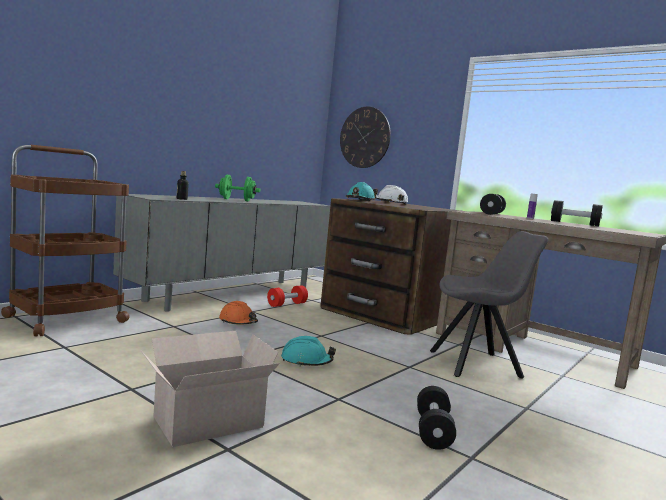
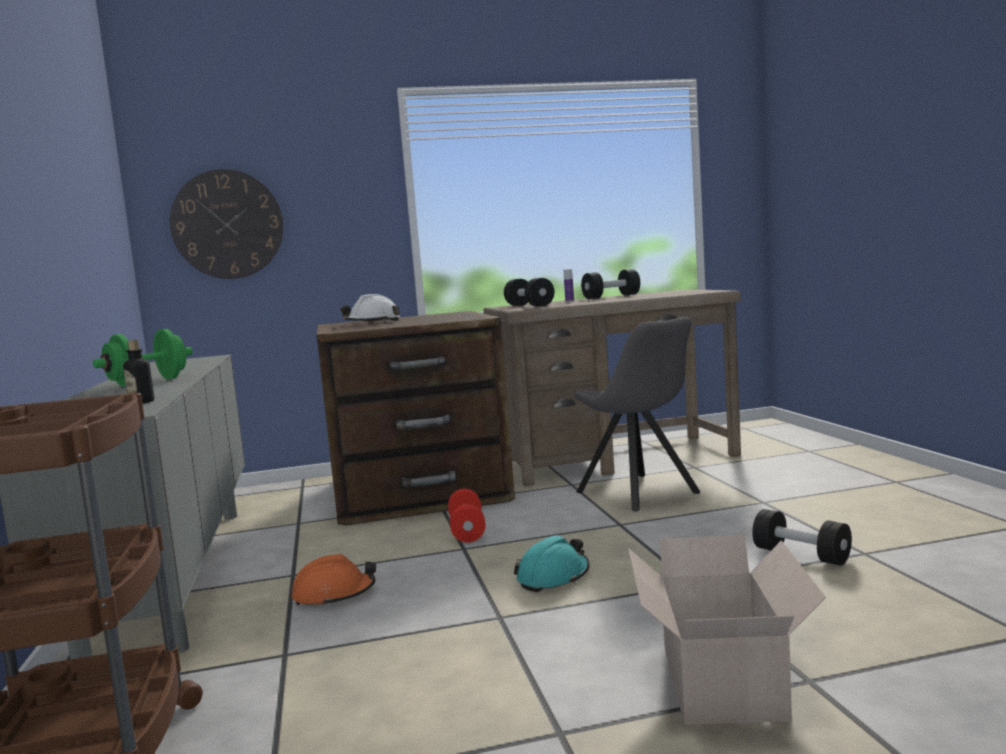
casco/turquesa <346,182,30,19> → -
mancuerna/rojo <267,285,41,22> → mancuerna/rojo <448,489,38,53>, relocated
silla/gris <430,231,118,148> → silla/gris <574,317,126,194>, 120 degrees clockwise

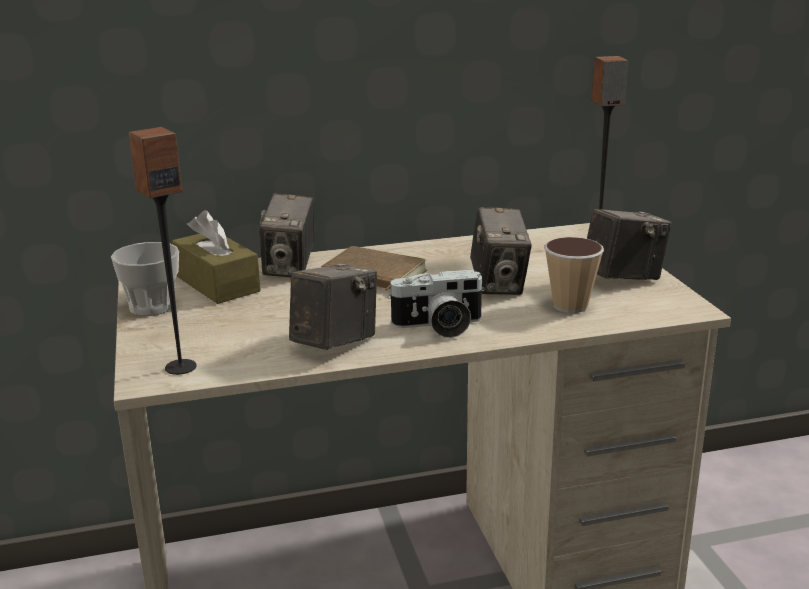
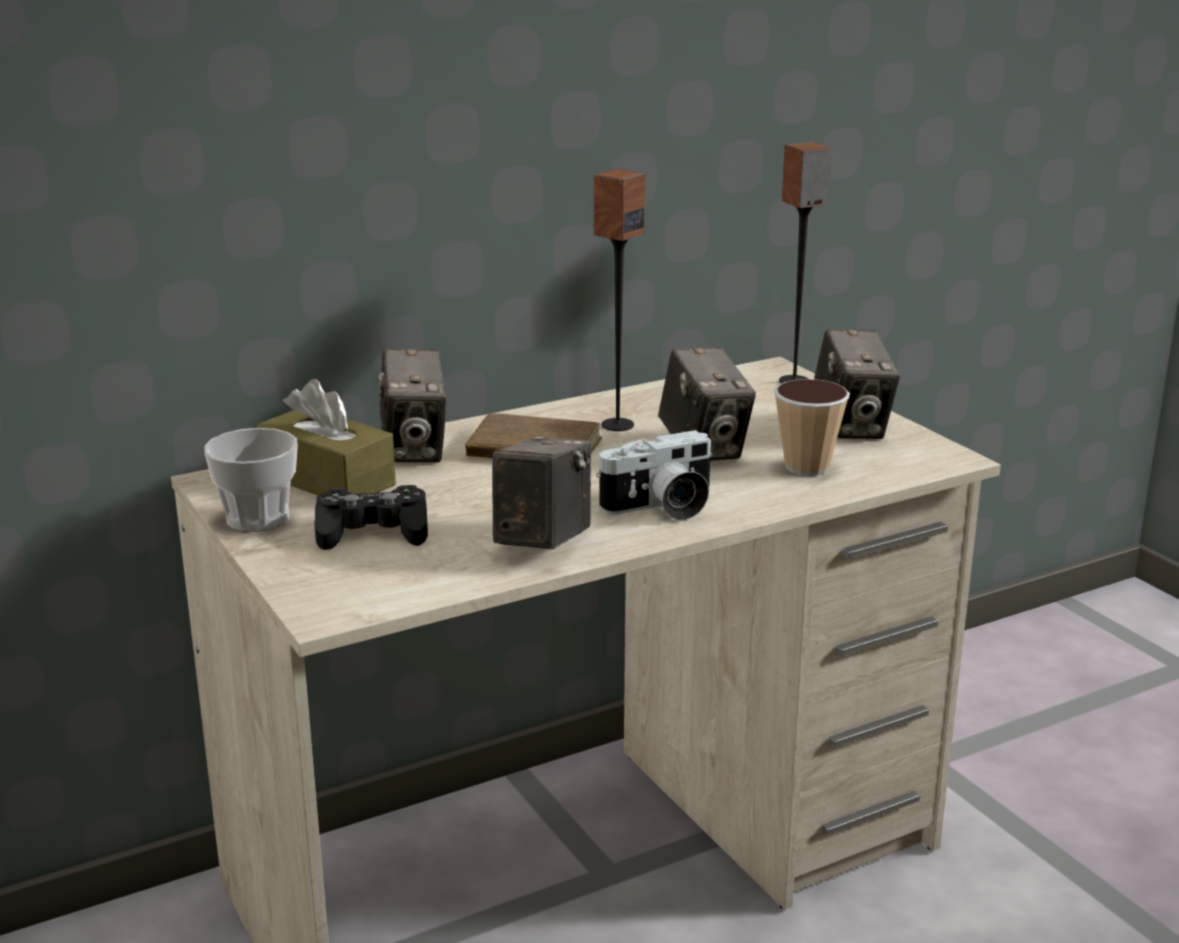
- → mando de consola/negro <314,485,114,65>
altavoz <129,127,68,248> → altavoz <593,169,52,262>, relocated
cámara <587,208,85,72> → cámara <814,329,86,110>, 120 degrees clockwise

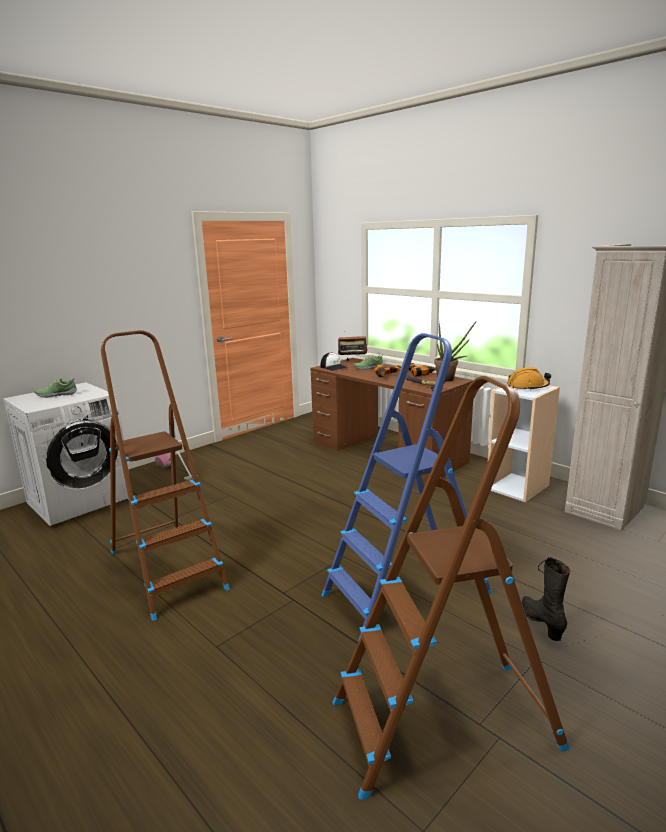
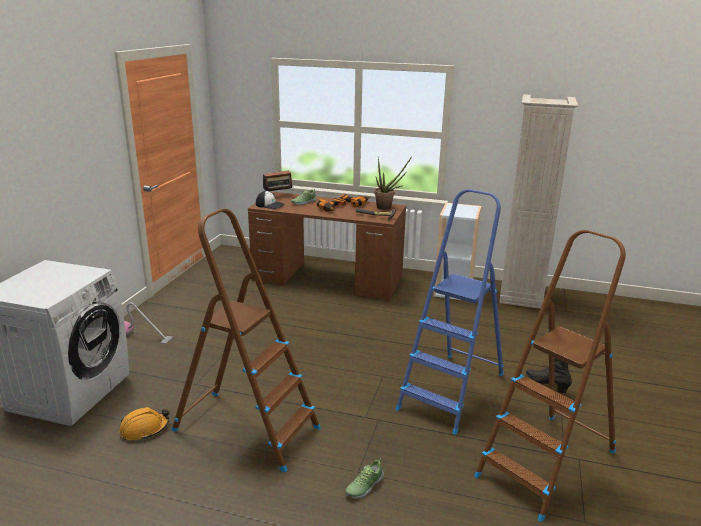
zapato <34,378,43,20> → zapato <345,458,39,41>, relocated
casco/naranja <507,367,44,23> → casco/naranja <119,407,51,33>, relocated

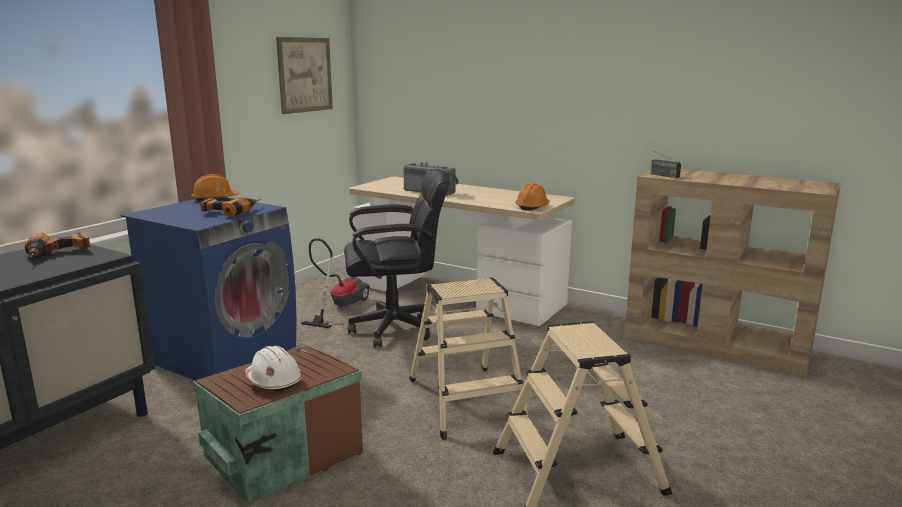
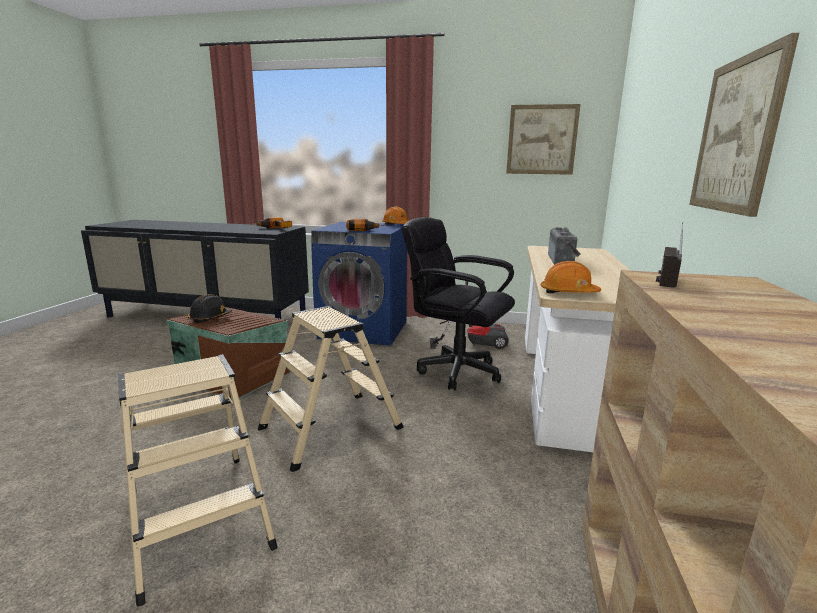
- → cuadro <689,33,110,184>
casco/blanco <245,346,57,46> → casco/negro <188,294,44,29>
silla de oficina/negro <344,169,106,178> → silla de oficina/negro <402,217,113,173>, 150 degrees clockwise

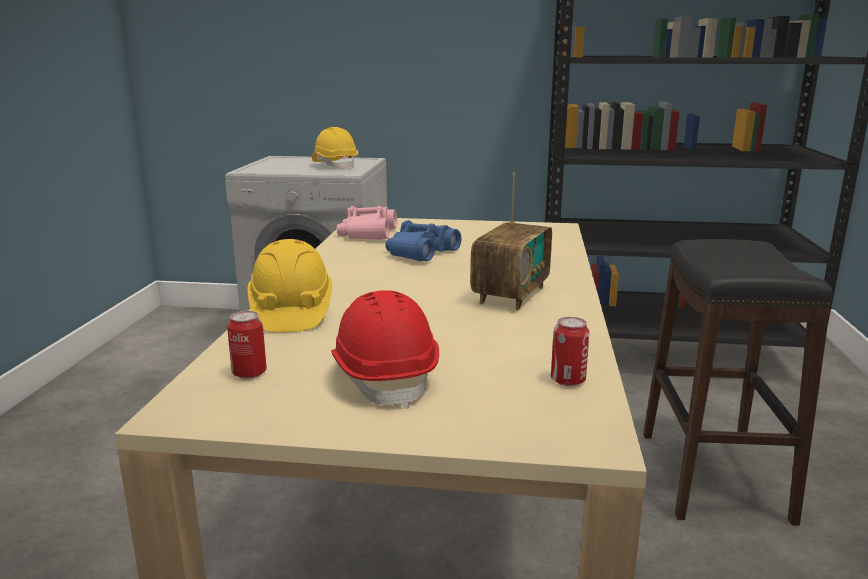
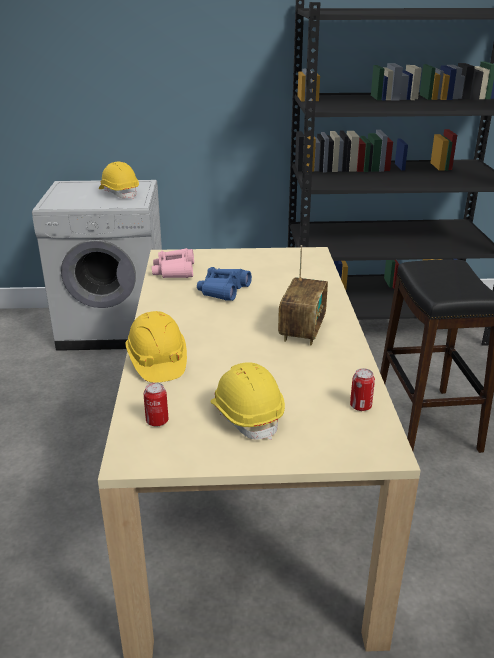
casco/rojo <331,290,108,119> → casco/amarillo <211,362,74,78>

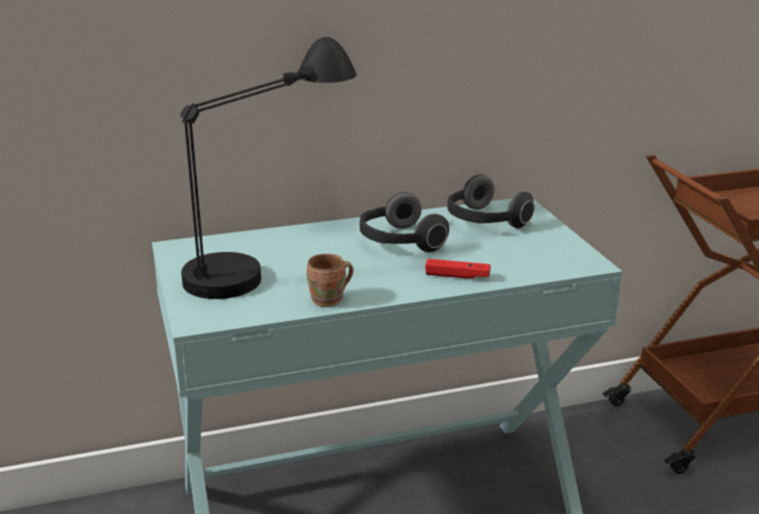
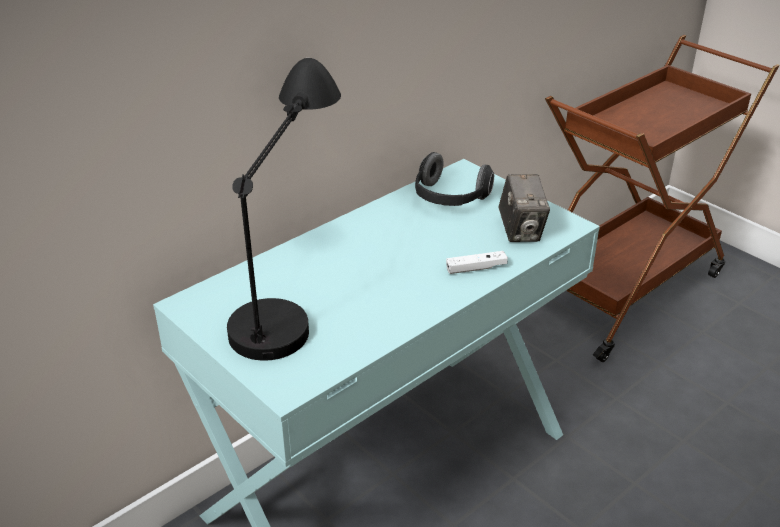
taza grande/marrón <307,254,46,53> → -
auriculares <360,192,89,60> → -
- → cámara <499,174,51,68>
mando de consola/rojo <425,259,66,20> → mando de consola/blanco <446,251,62,23>

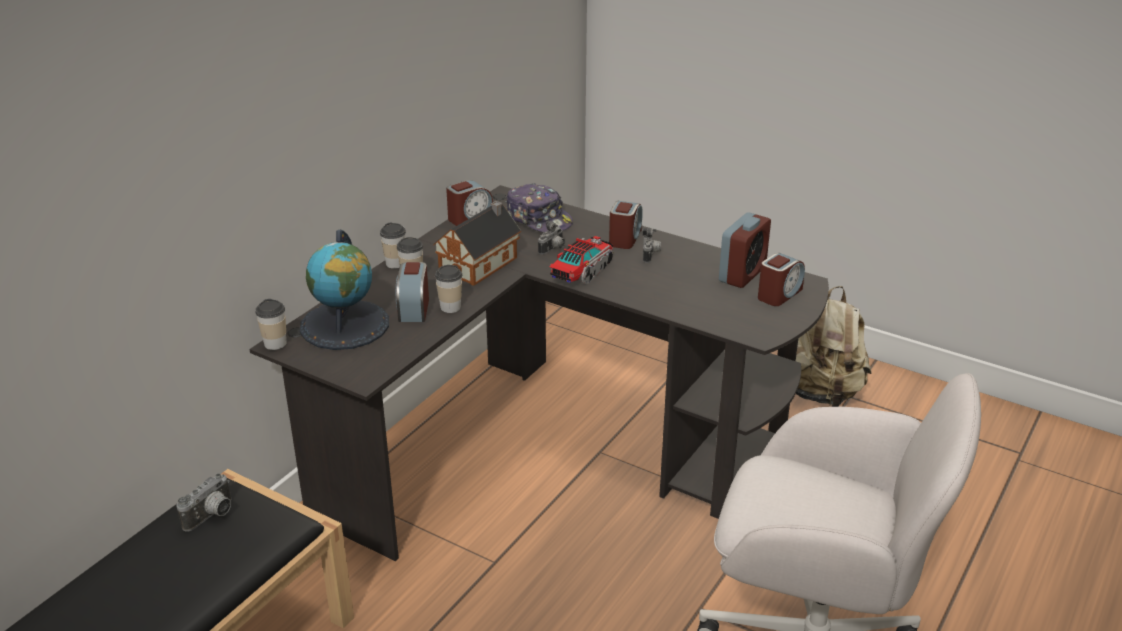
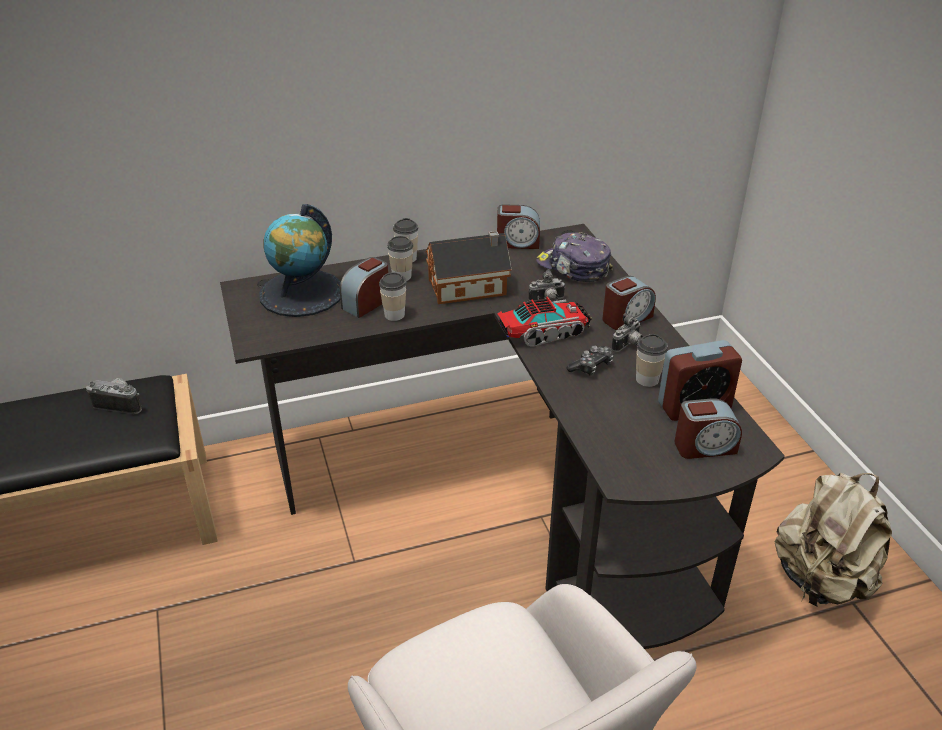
- → mando de consola <566,346,48,30>
taza <255,299,32,51> → taza <636,334,32,53>, relocated
cámara <176,473,56,59> → cámara <86,378,56,36>, 150 degrees counterclockwise
gorra <505,183,68,49> → gorra <536,232,77,50>, 135 degrees clockwise

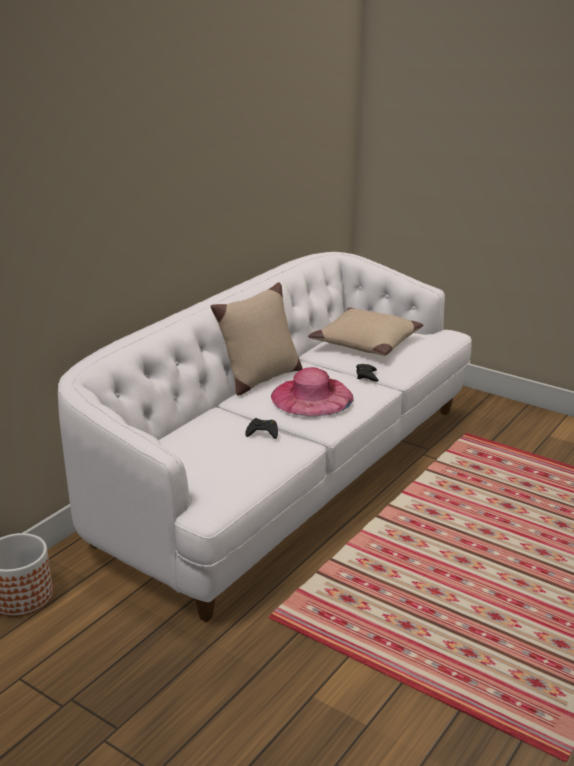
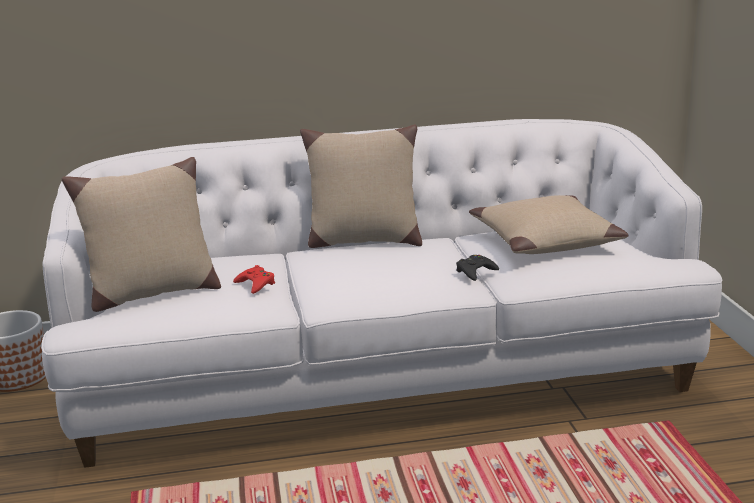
sombrero/rosa <271,367,83,50> → -
- → cojín/beis <62,157,159,155>
mando de consola/negro <245,418,33,21> → mando de consola/rojo <233,265,42,29>

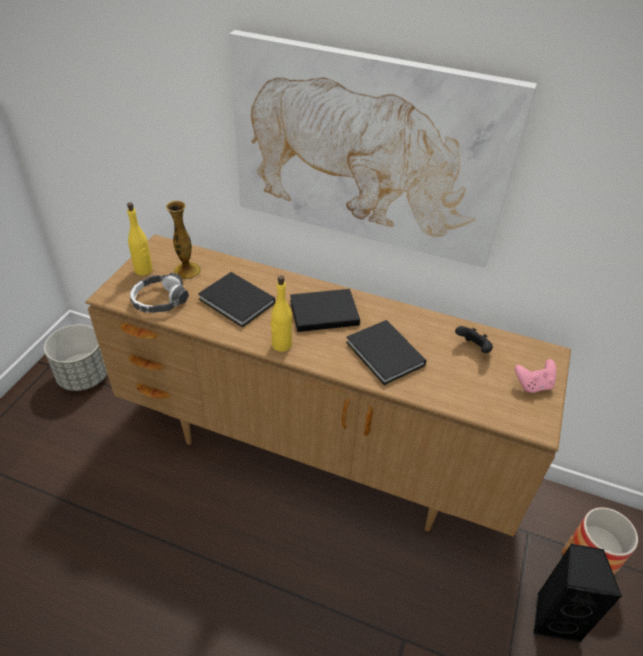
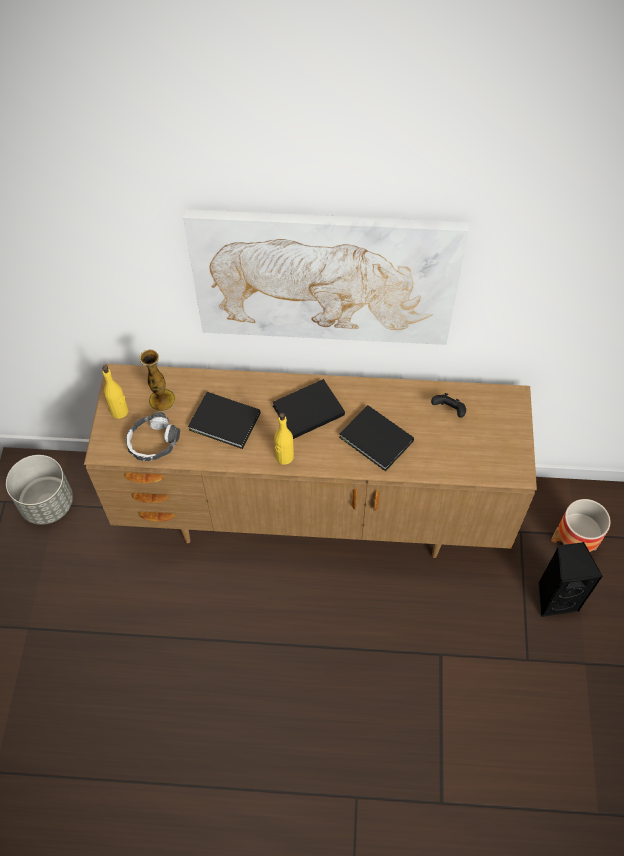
mando de consola/rosa <515,359,41,34> → -

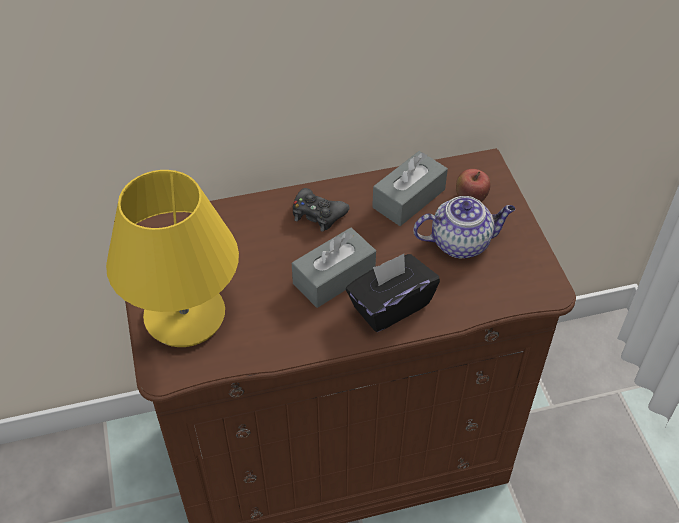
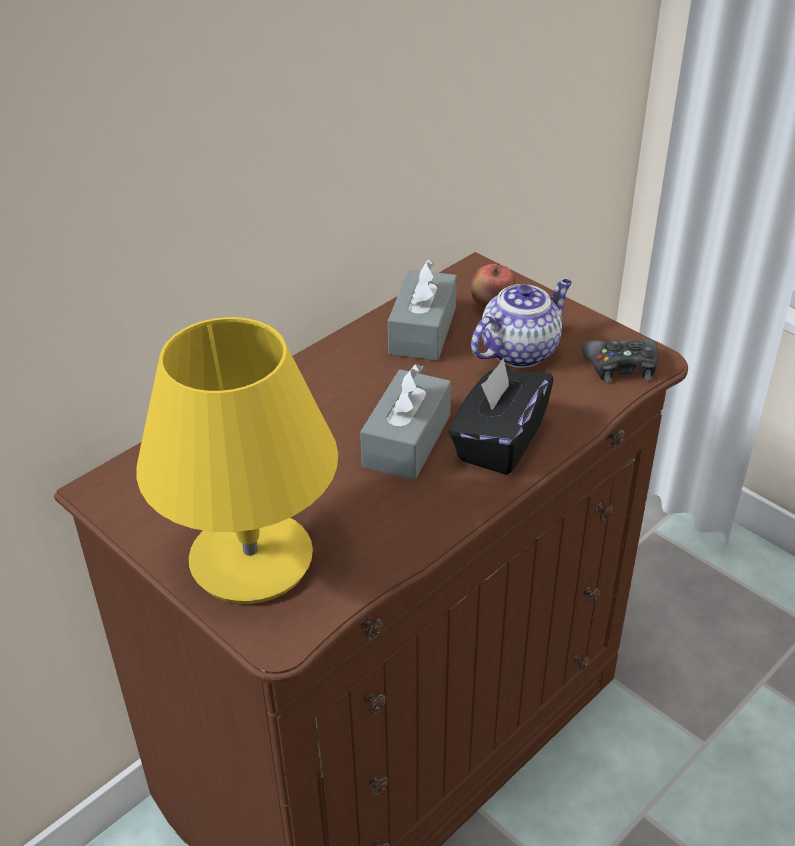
mando de consola/negro <293,188,57,44> → mando de consola/negro <582,338,77,44>, relocated

